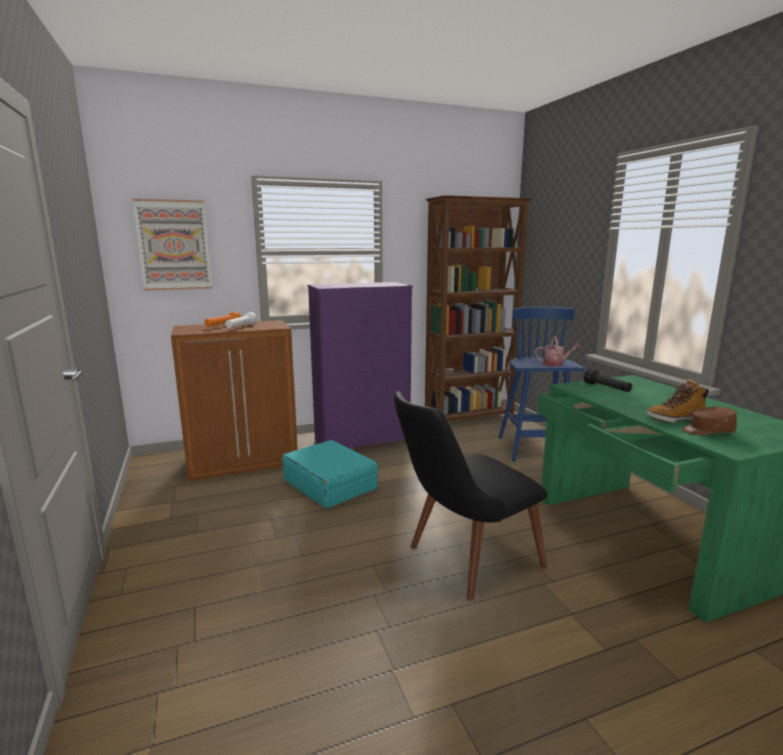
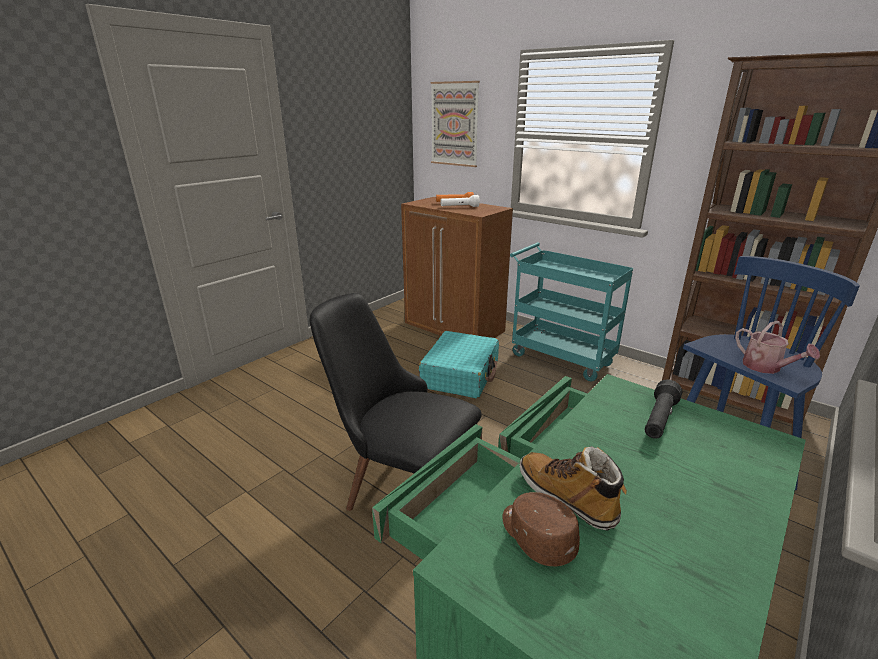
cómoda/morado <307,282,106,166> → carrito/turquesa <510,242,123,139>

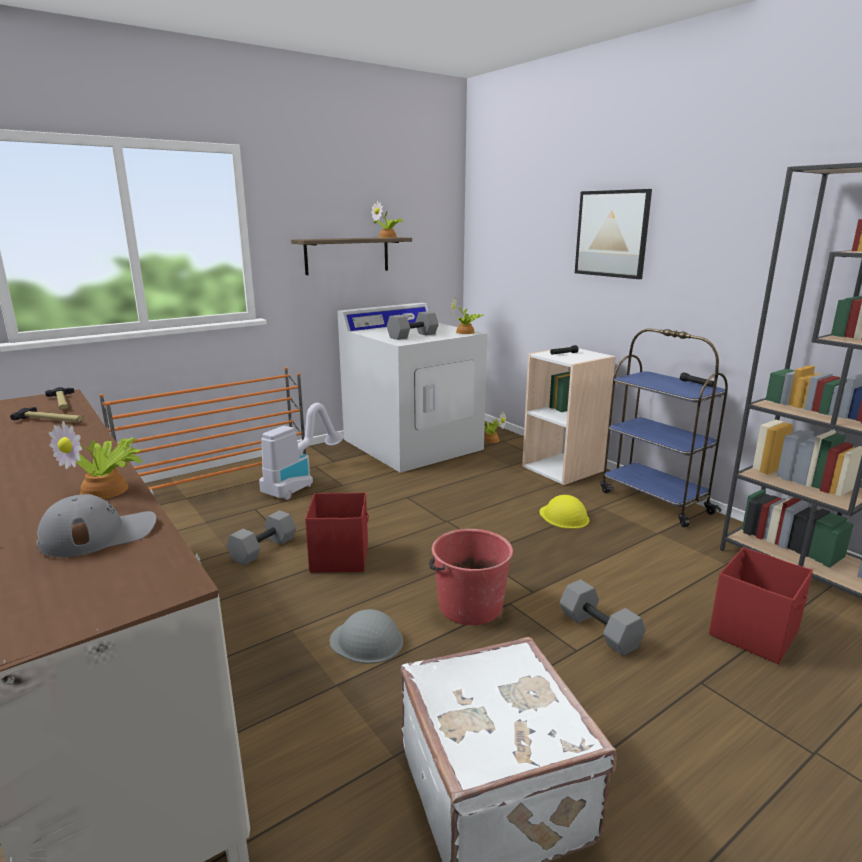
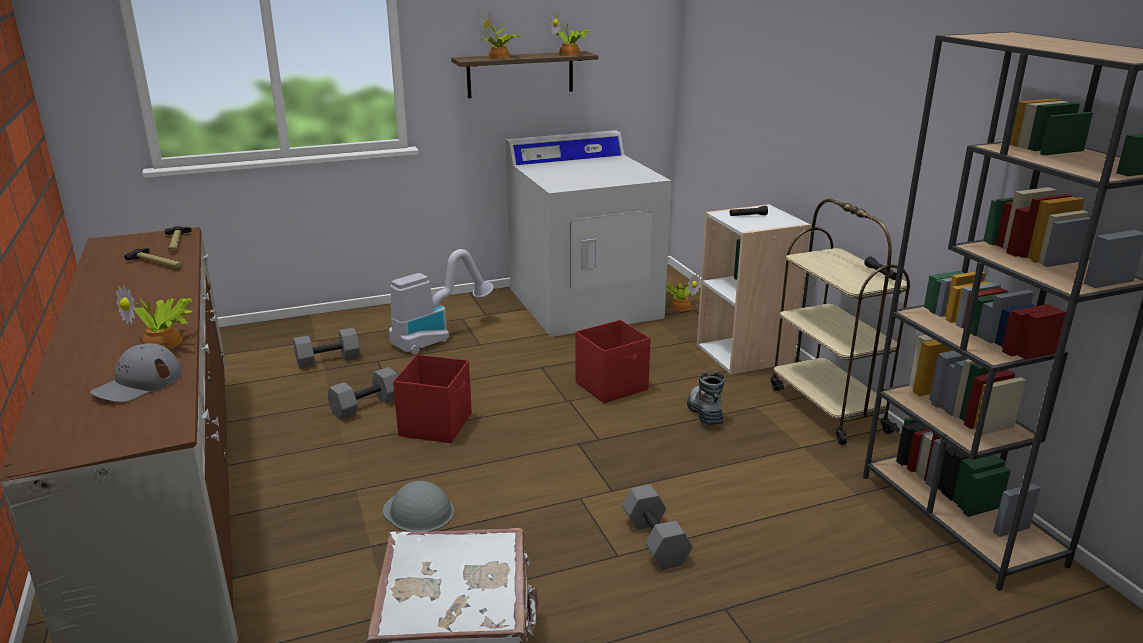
zapatero/naranja <99,367,207,123> → -
cubo/rojo <429,529,84,96> → -
cuadro <575,189,77,90> → -
mancuerna/gris <387,311,52,29> → mancuerna/gris <293,328,67,40>, relocated
planta en maceta <450,298,33,36> → planta en maceta <478,11,44,48>, relocated
caja de almacenaje/rojo <709,547,104,117> → caja de almacenaje/rojo <575,320,76,83>, relocated
casco/amarillo <539,495,50,34> → bota <687,372,38,53>
carrito/azul <601,329,127,198> → carrito/beis <771,199,139,246>
gorra/gris <37,494,119,63> → gorra/gris <90,343,92,59>, 135 degrees clockwise

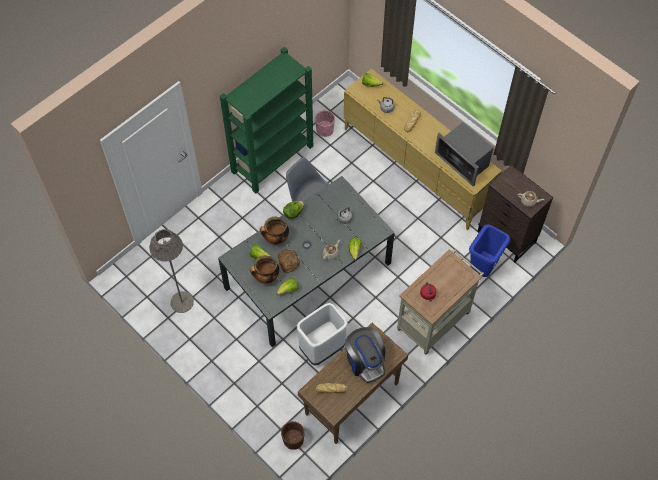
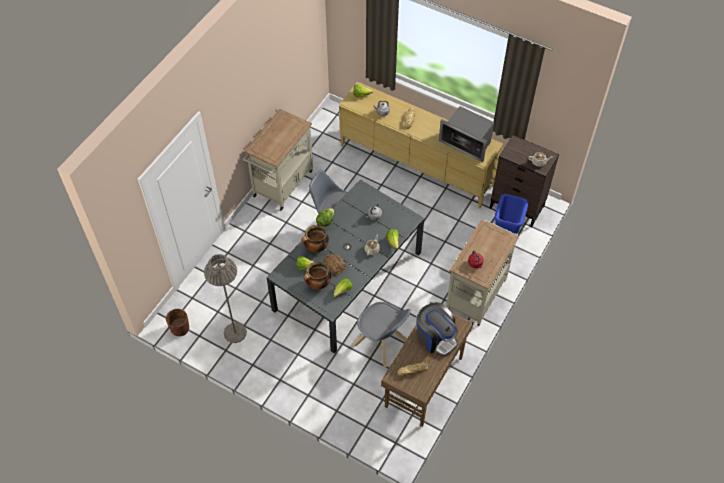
maceta/rosa <315,110,20,27> → -
maceta/marrón <281,421,24,29> → maceta/marrón <166,309,23,27>, relocated
estantería/verde <220,47,93,147> → carrito/beis <243,109,70,102>
papelera/blanco <297,303,51,63> → silla/gris <353,302,58,66>

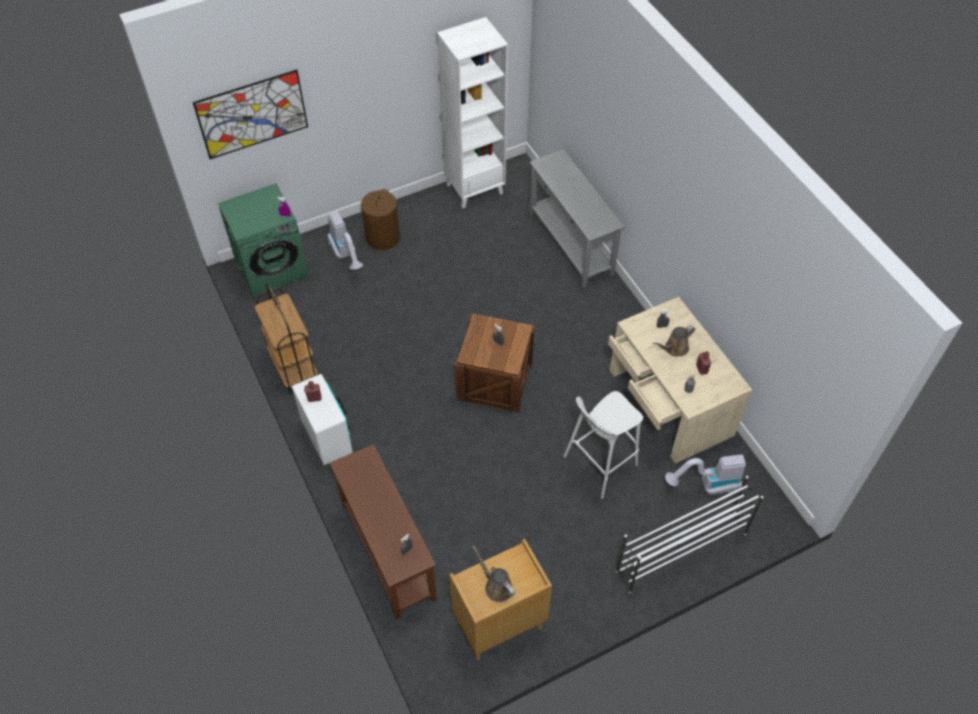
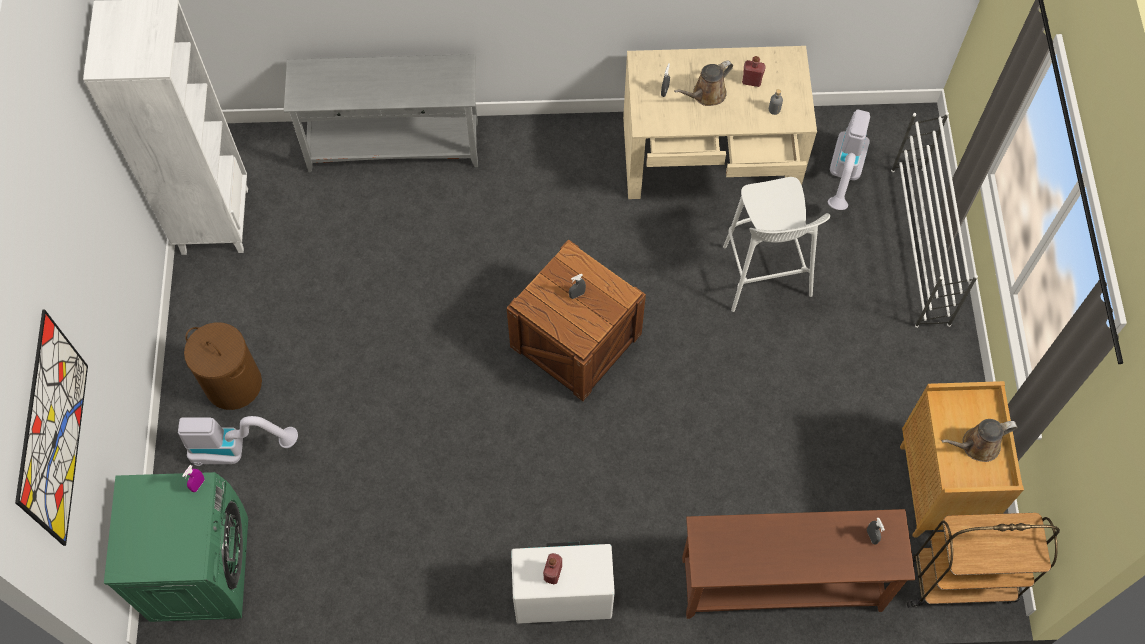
carrito/marrón <254,283,64,111> → carrito/marrón <906,513,154,95>, relocated
regadera/marrón <653,325,42,32> → regadera/marrón <674,61,59,45>, 60 degrees clockwise

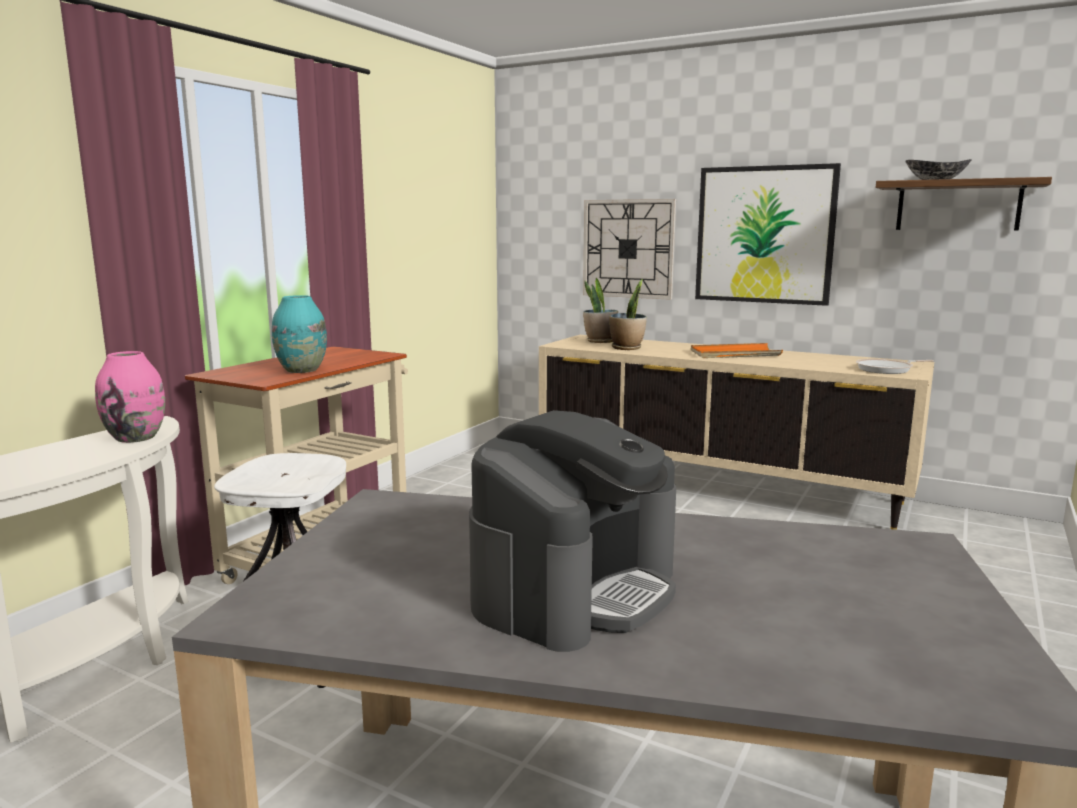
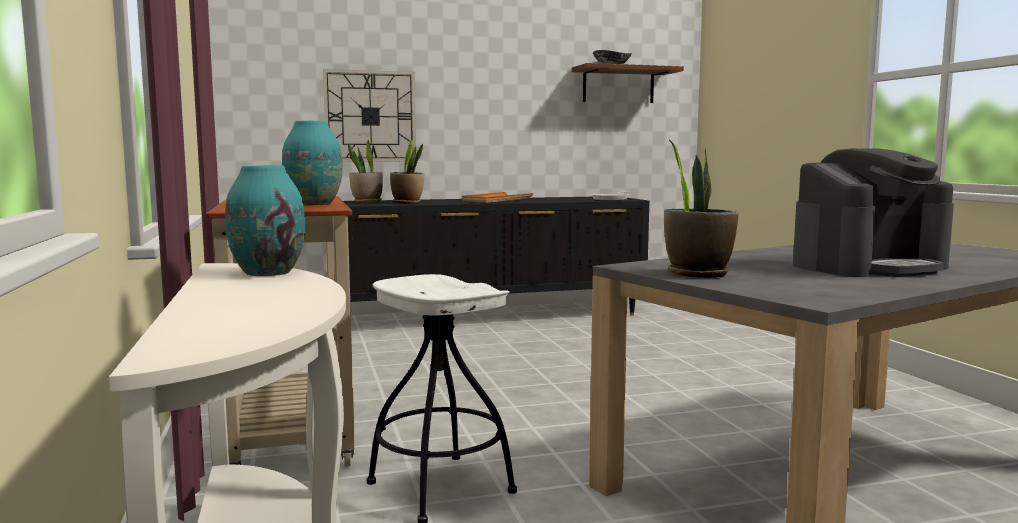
cuadro <695,163,146,143> → -
- → planta en maceta <664,140,75,138>
florero/rosa <95,351,70,92> → florero/turquesa <225,165,80,111>
armario/beis <539,335,395,195> → armario/negro <343,197,306,119>
cafetera <469,410,207,242> → cafetera <793,148,161,129>, 75 degrees clockwise

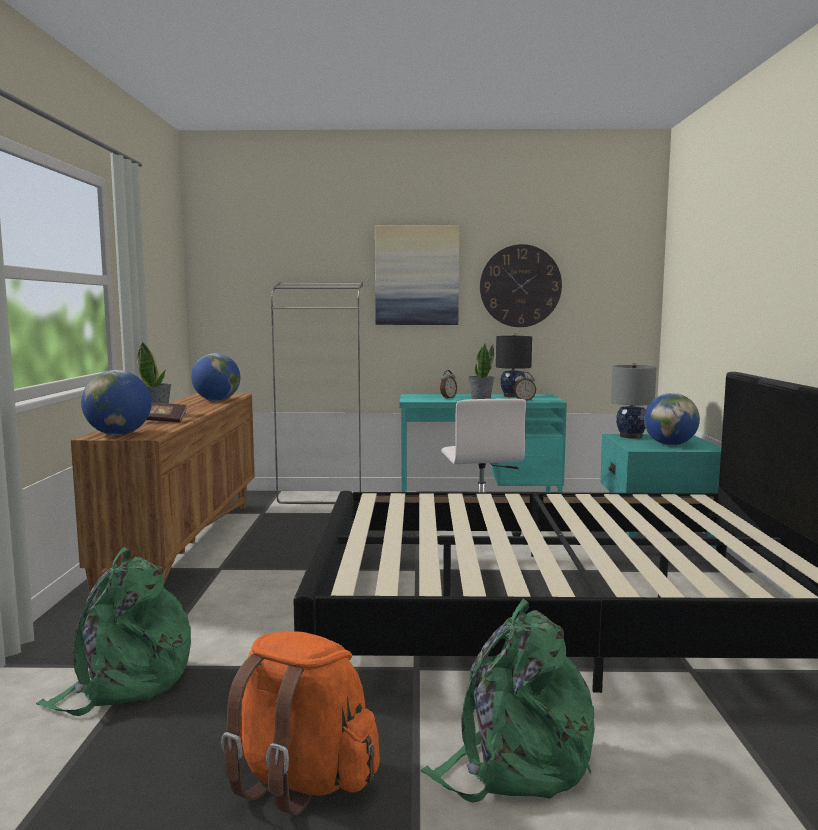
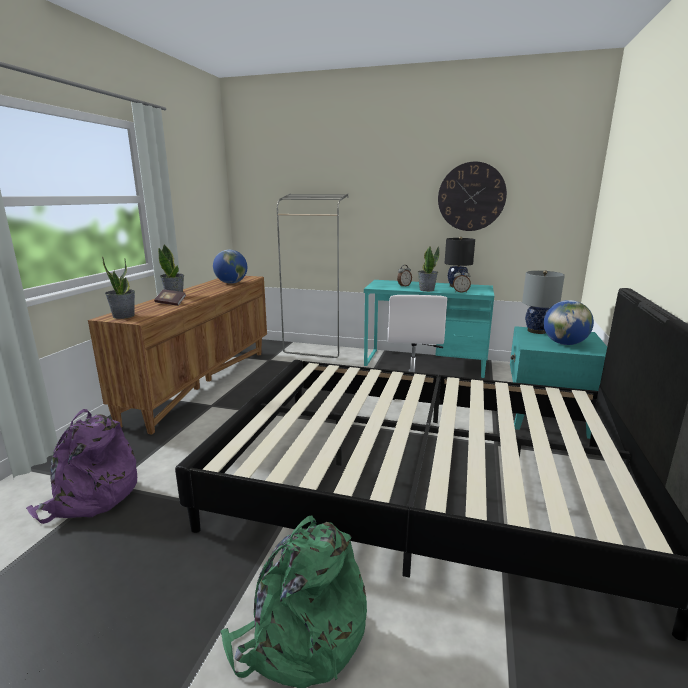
mochila/naranja <221,631,159,184> → -
cuadro <375,225,84,100> → -
globo terráqueo <81,370,70,65> → planta en maceta <102,257,33,62>
mochila/verde <36,547,155,169> → mochila/morado <26,409,111,115>

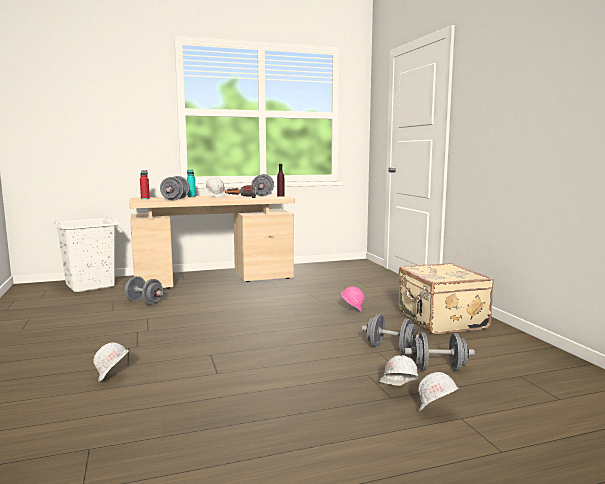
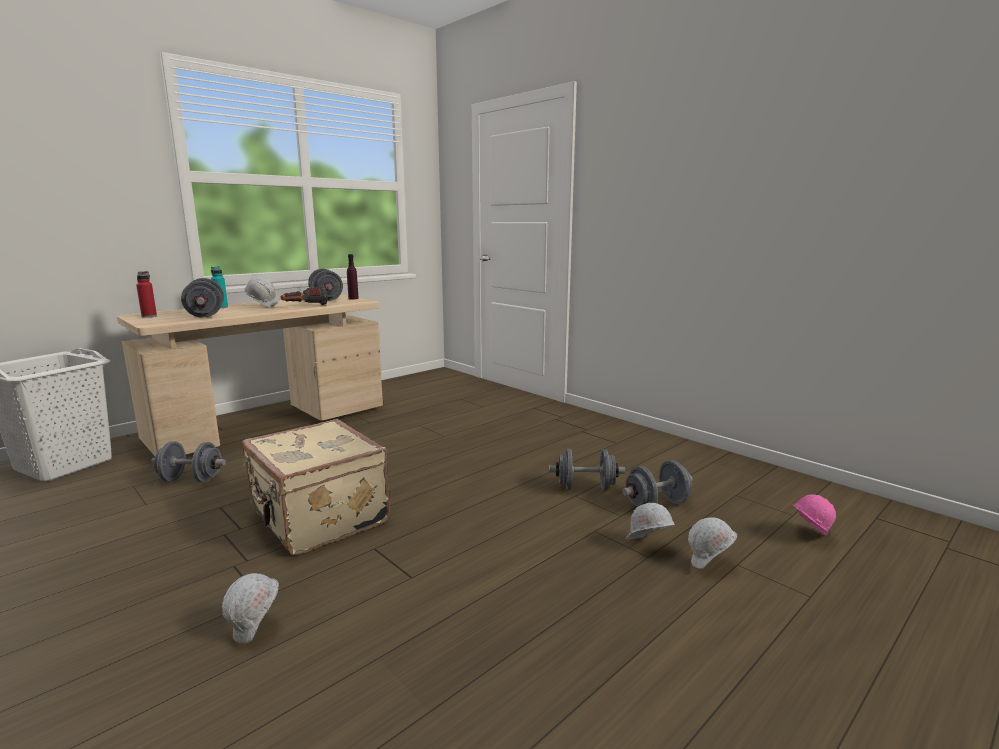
casco/rosa <341,286,23,25> → casco/rosa <792,494,44,41>, relocated
maleta/beis <398,263,96,71> → maleta/beis <242,419,148,136>, relocated

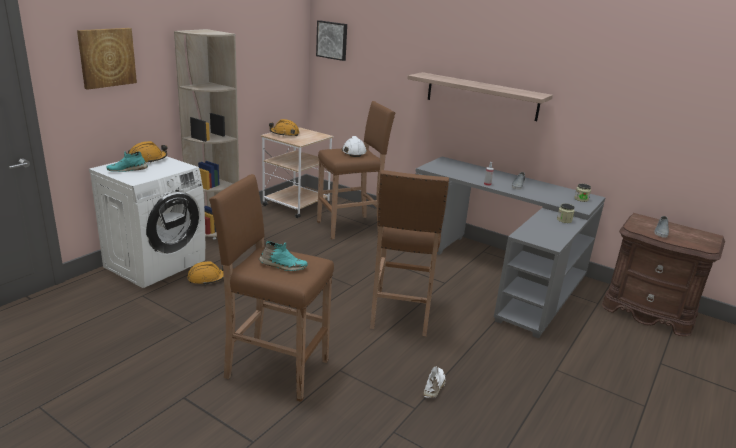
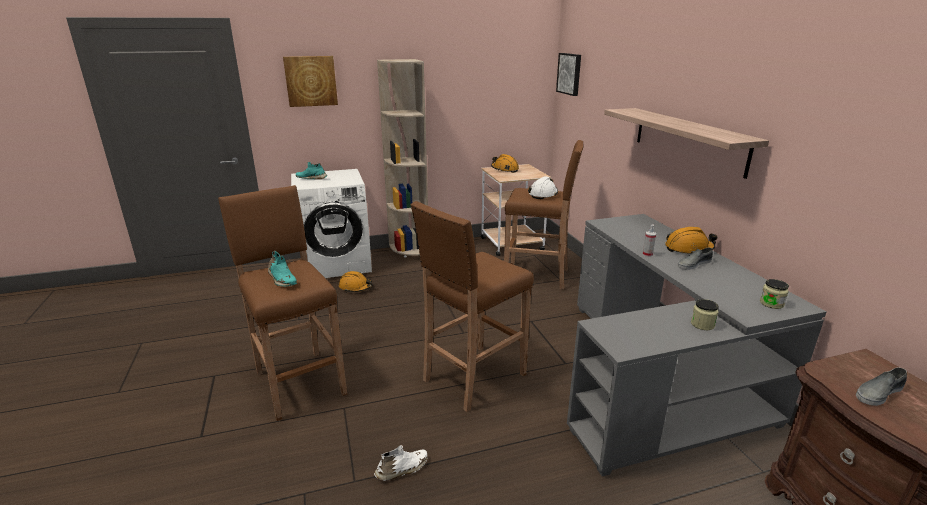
casco/naranja <128,141,40,22> → casco/naranja <665,227,52,27>, relocated

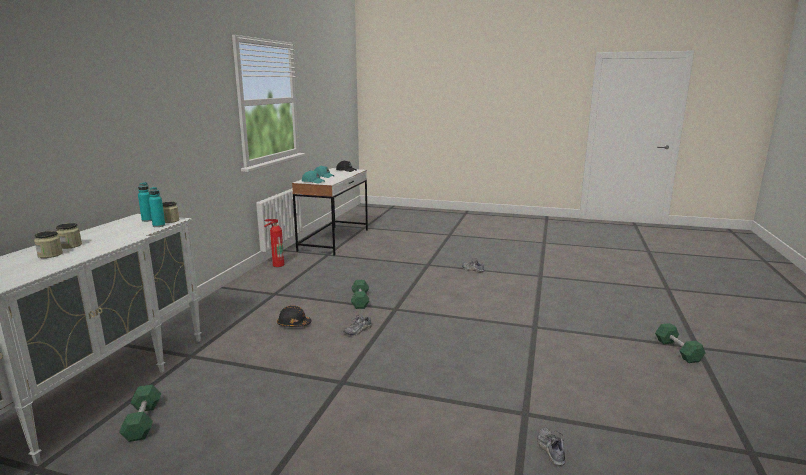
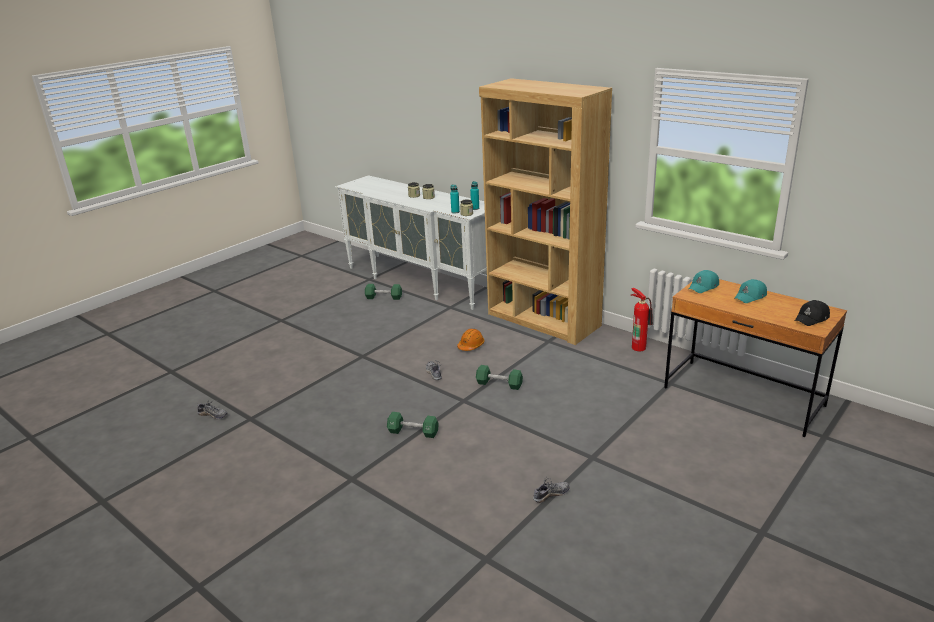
- → estantería/marrón <479,78,133,267>
mancuerna/verde <655,323,50,40> → mancuerna/verde <387,412,52,26>, relocated
casco/negro <277,305,35,22> → casco/naranja <457,329,28,22>
escritorio/blanco <292,168,76,88> → escritorio/marrón <664,279,183,158>

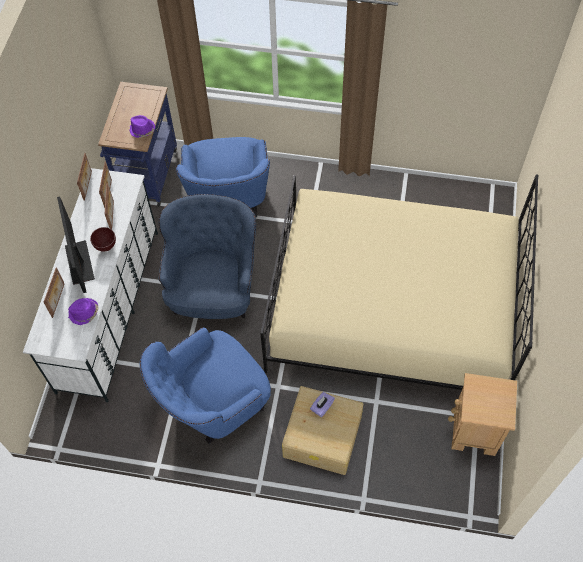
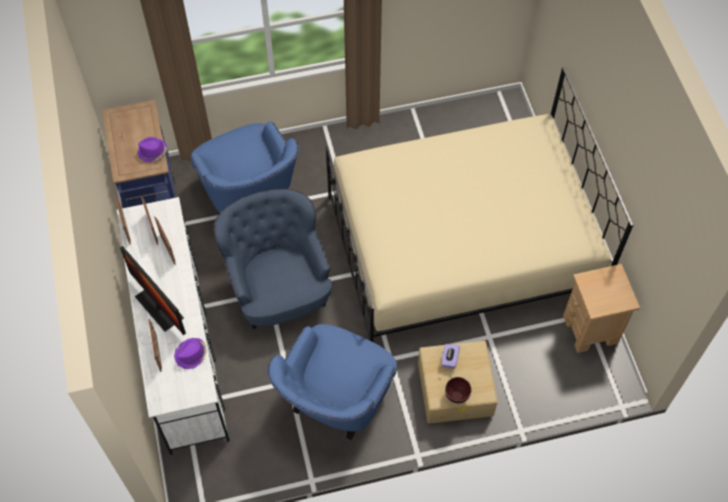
cuenco/marrón <90,227,26,25> → cuenco/marrón <445,377,27,26>, relocated

